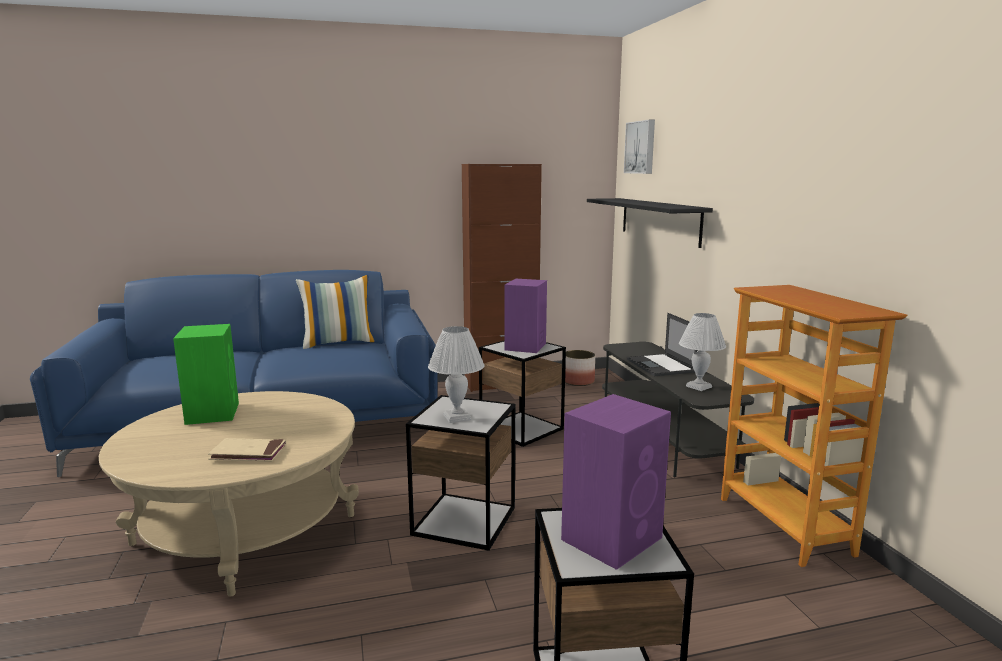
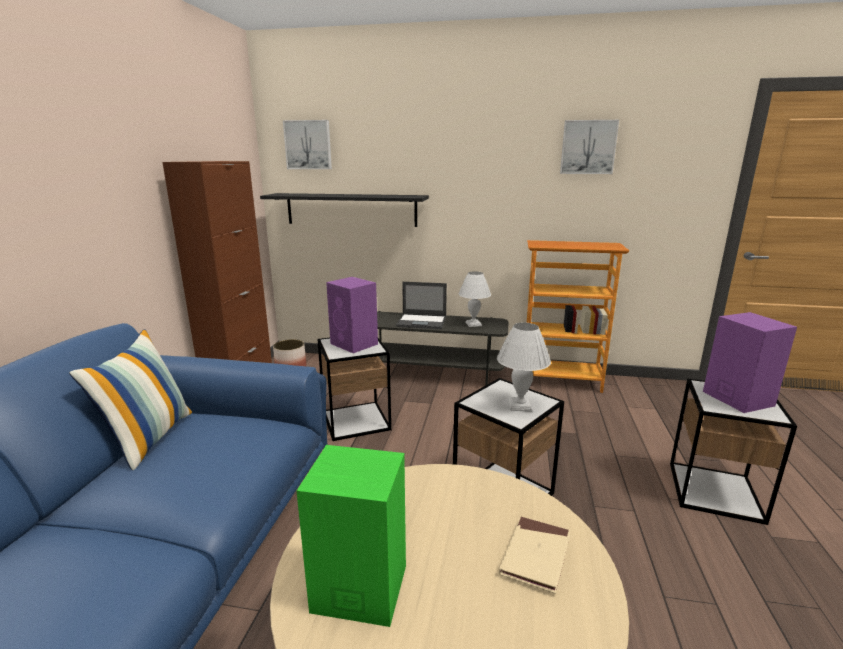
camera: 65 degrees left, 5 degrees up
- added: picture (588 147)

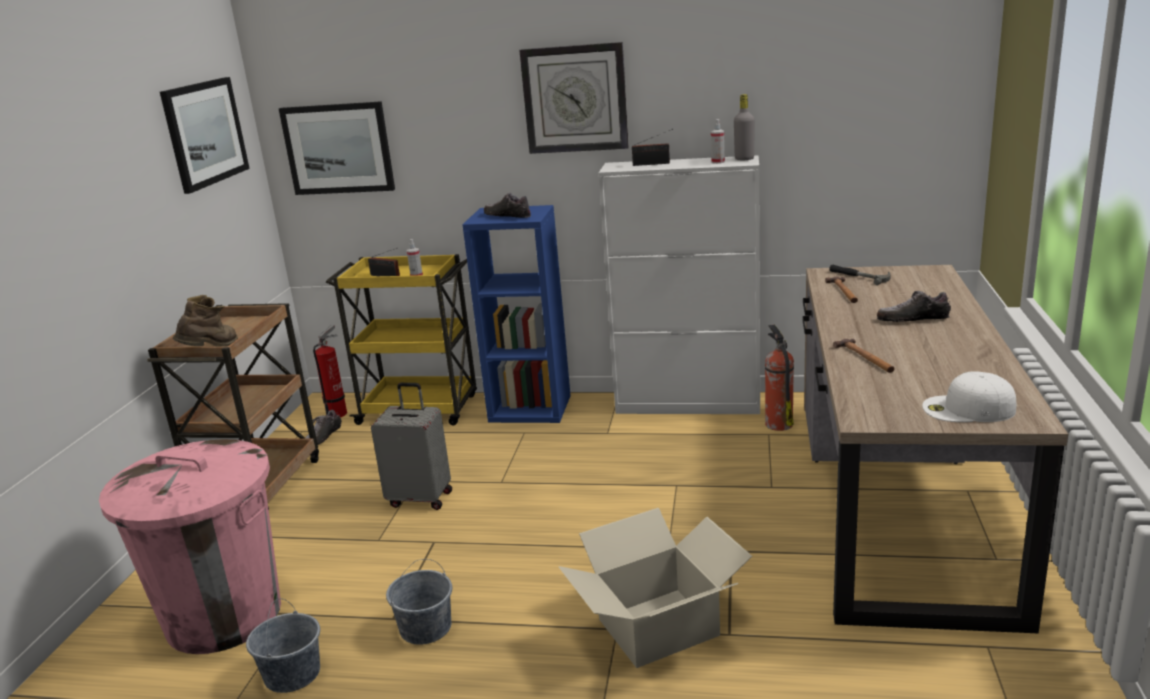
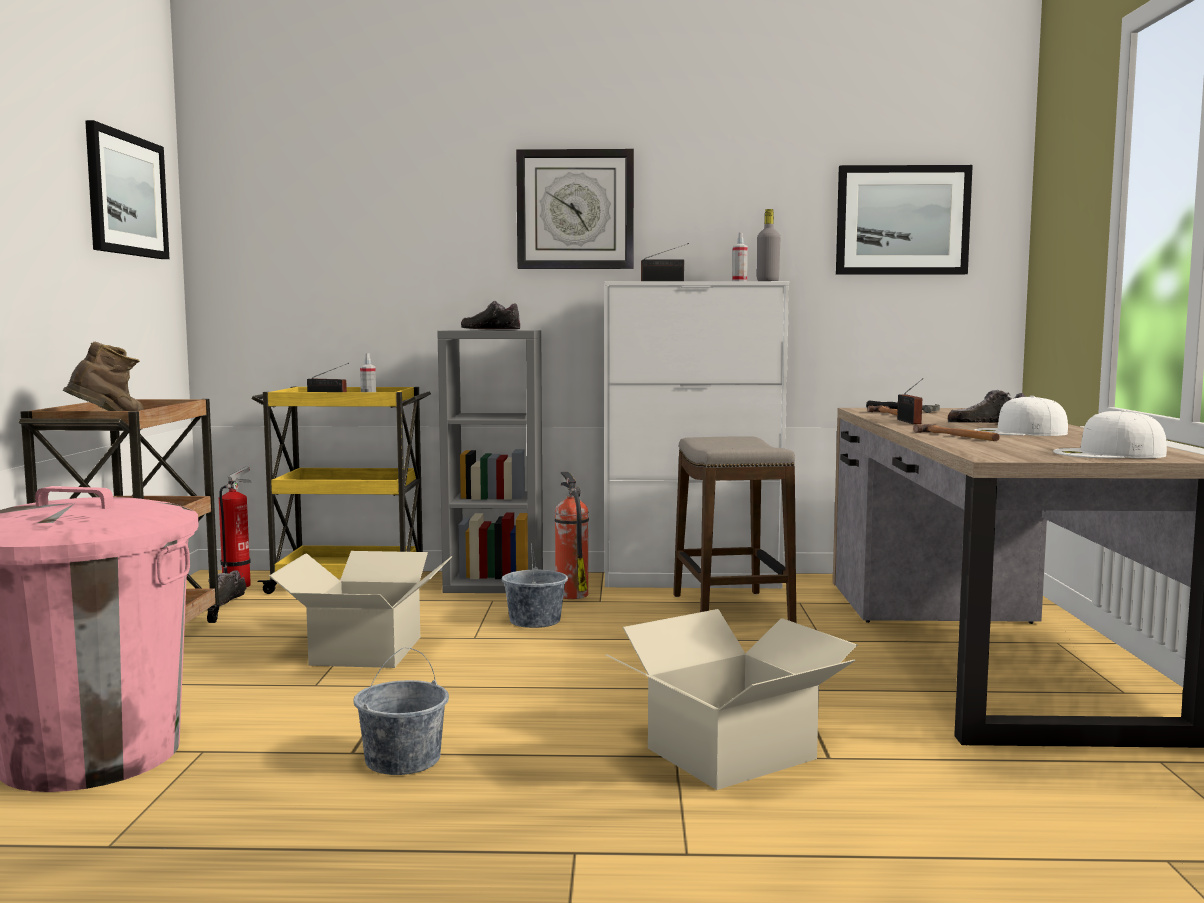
camera: 10 degrees left, 15 degrees down
- added: stool seat (730 611)
- added: radio set (909 422)
- added: whitish baseball cap (1019 432)
- moved: greyish bucket (292 674) to (535 621)
- moved: picture (338 148) to (902 220)
- moved: extinguisher (778 423) to (571 594)
- replaced: greyish suitcase (421 498) to carton (368 650)
- recoloured: blue-coloured bookcase (531 408) to greyish bookcase (495 583)

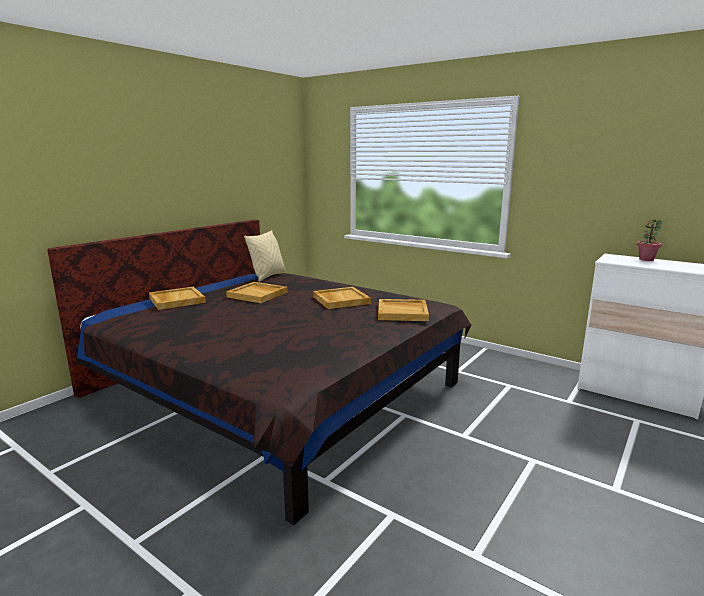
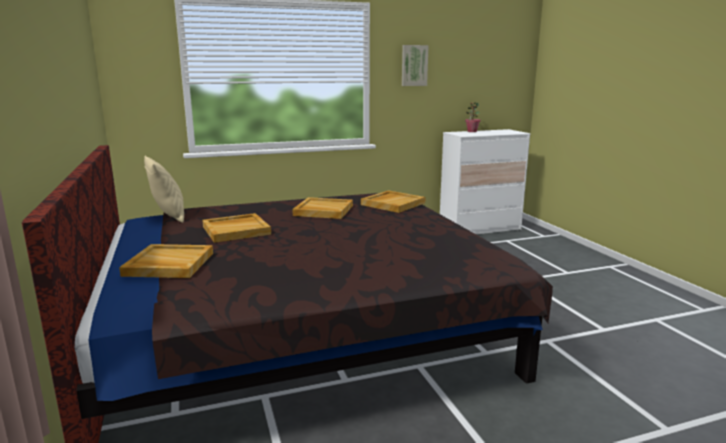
camera: 55 degrees left, 0 degrees up
- added: picture (414 65)

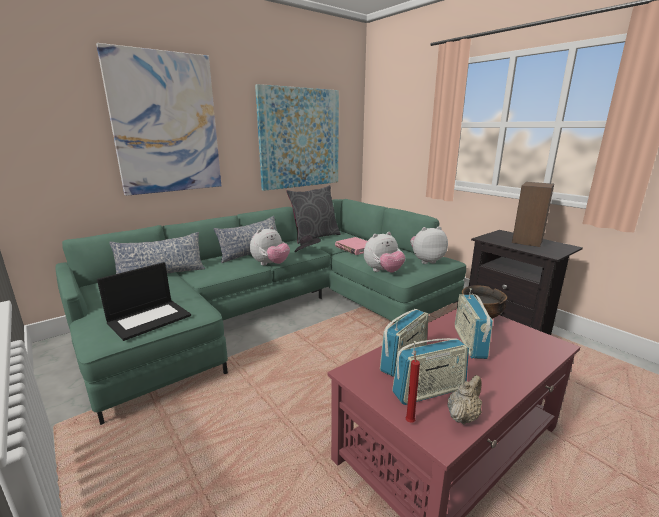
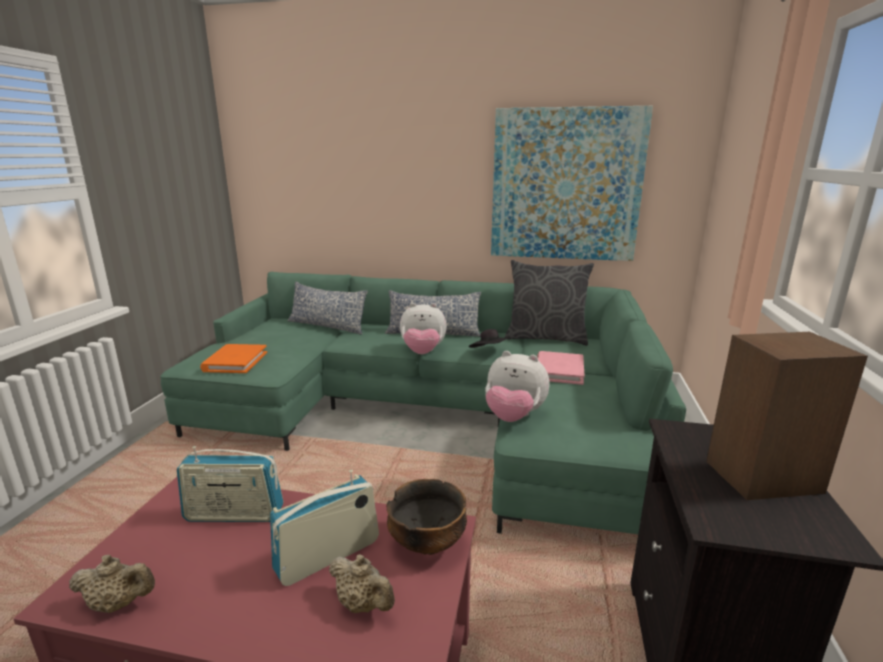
camera: 50 degrees right, 0 degrees up
- removed: picture (166 124)
- removed: radio set (429 391)
- removed: red-coloured wax candle (410 421)
- removed: soft toy (426 261)
- added: sand-coloured pot for tea (363 604)
- replaced: notebook computer (150 319) to orange book (235 361)

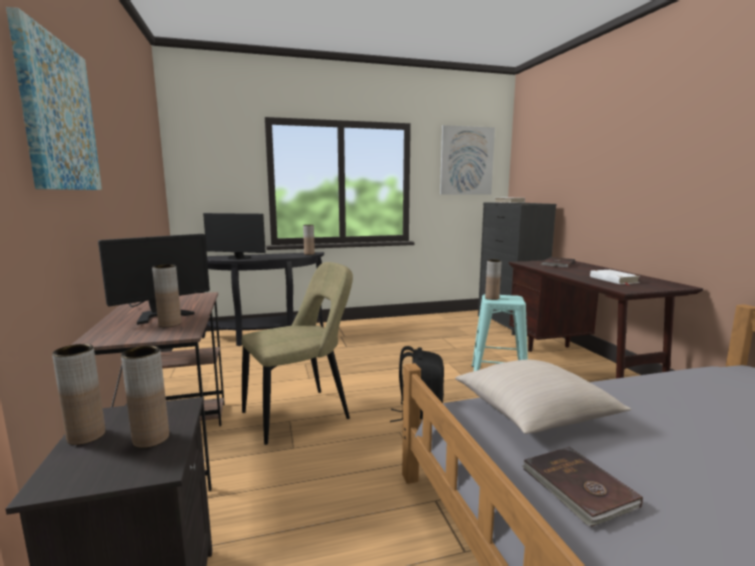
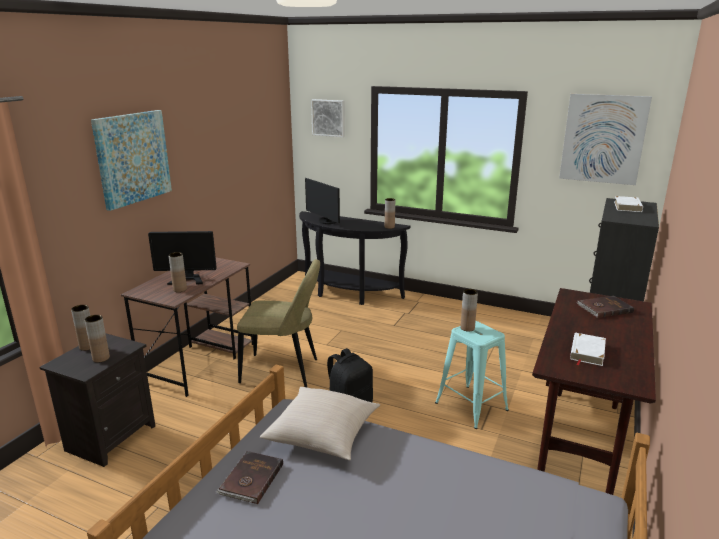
camera: 40 degrees right, 10 degrees up
- added: picture (328 118)

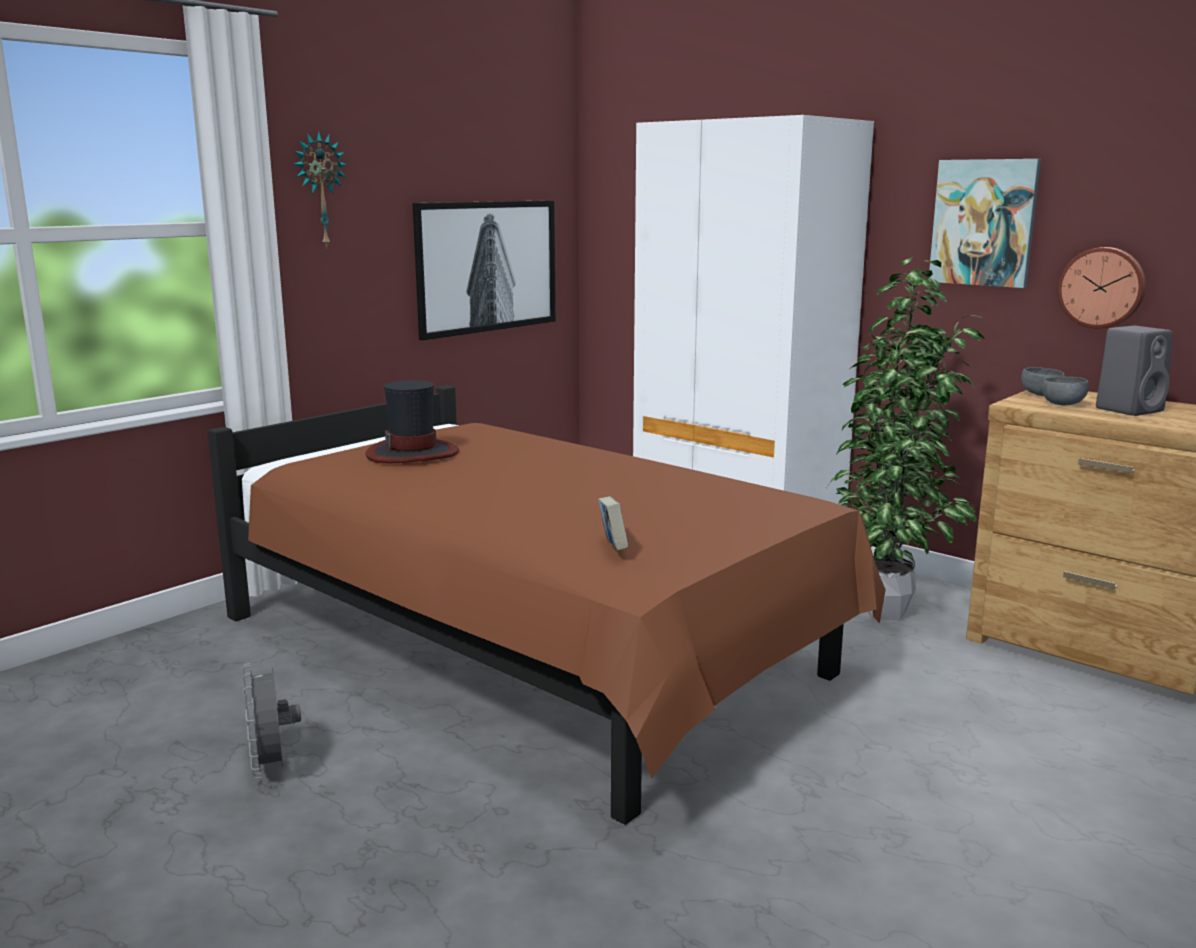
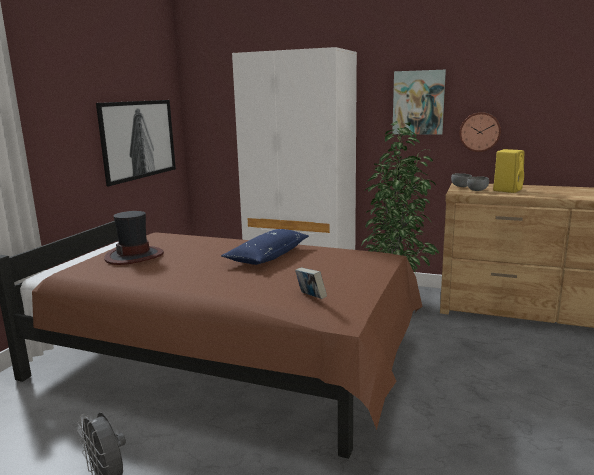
camera: 20 degrees left, 0 degrees up
- removed: clock on the wall (319 190)
- added: blue-coloured cushion (268 256)
- recoloured: greyish audio speaker (1130 409) to yellow-coloured audio speaker (507 190)

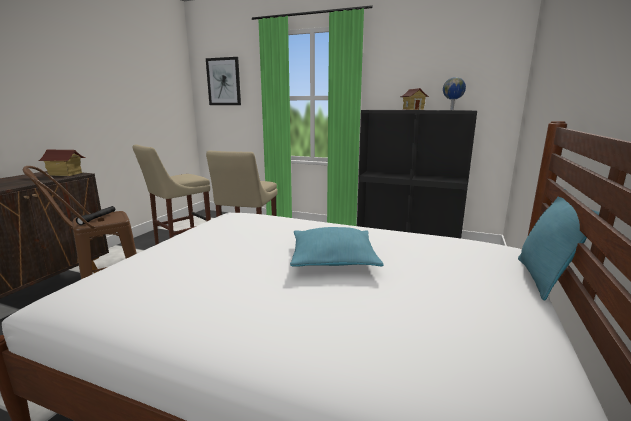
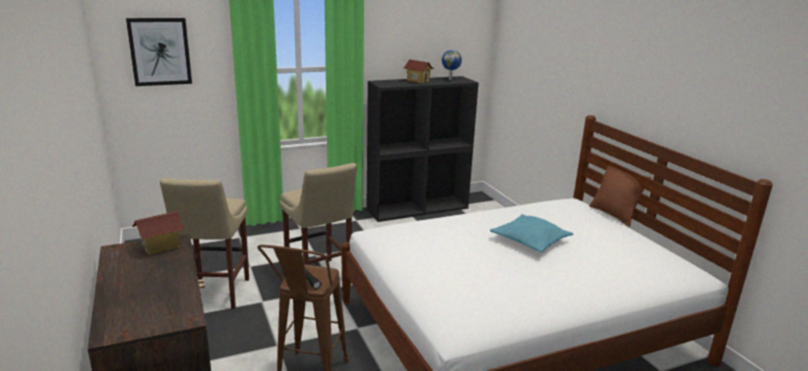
camera: 45 degrees left, 5 degrees up
- recoloured: turquoise-coloured cushion (543 279) to brown-coloured cushion (613 215)

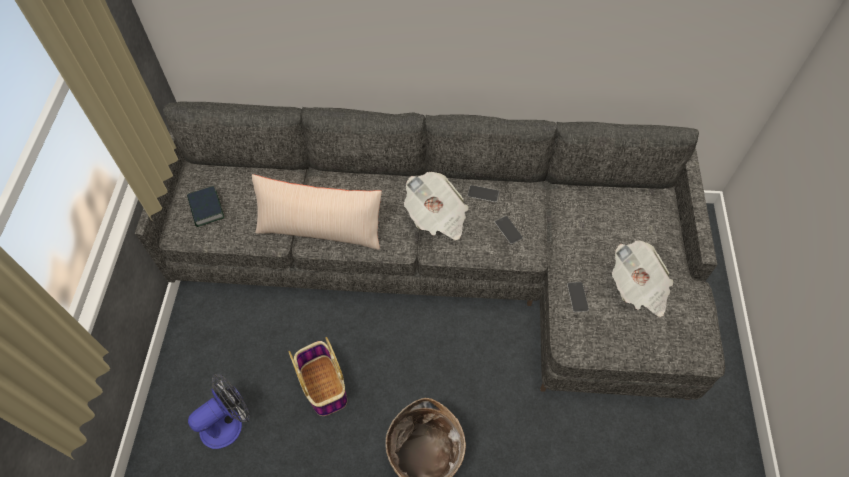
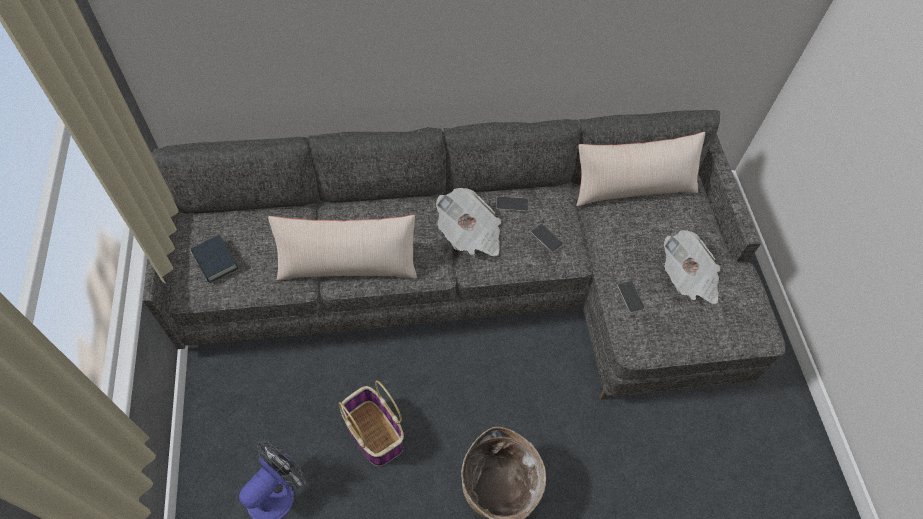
camera: 15 degrees left, 0 degrees up
- added: sand-coloured cushion (633 187)

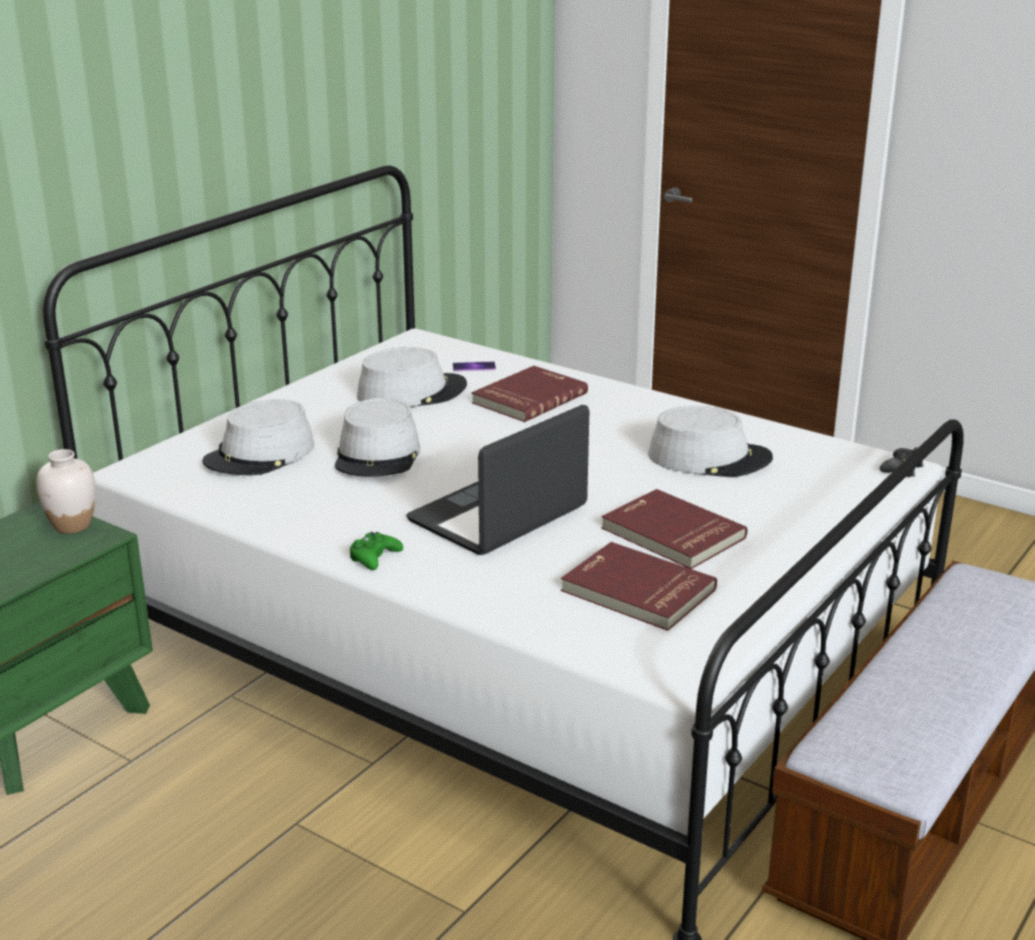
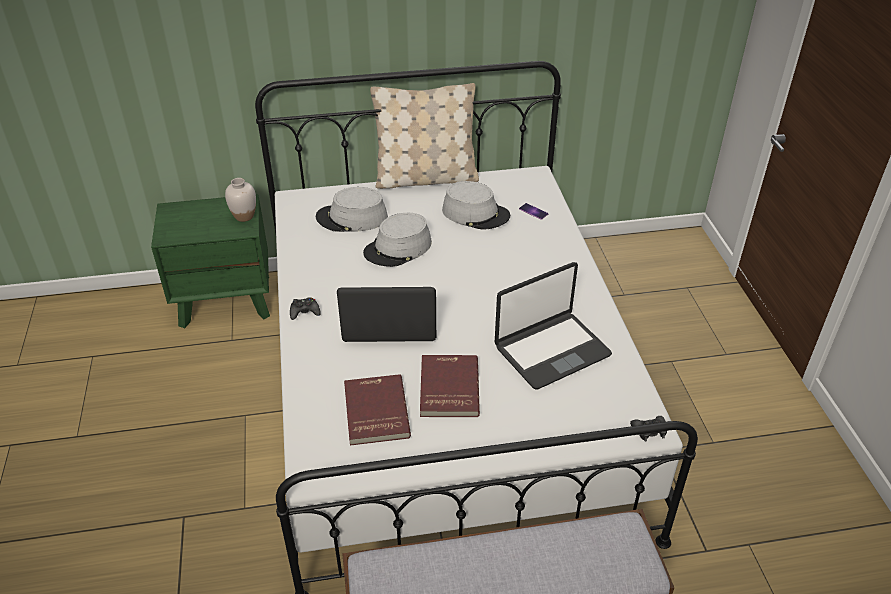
camera: 45 degrees right, 15 degrees up
- removed: red-coloured book (528 397)
- added: sand-coloured cushion (426 178)
- replaced: greyish hat (709 458) to notebook computer (551 350)
- recoloured: green game controller (374 557) to blackish game controller (304 312)

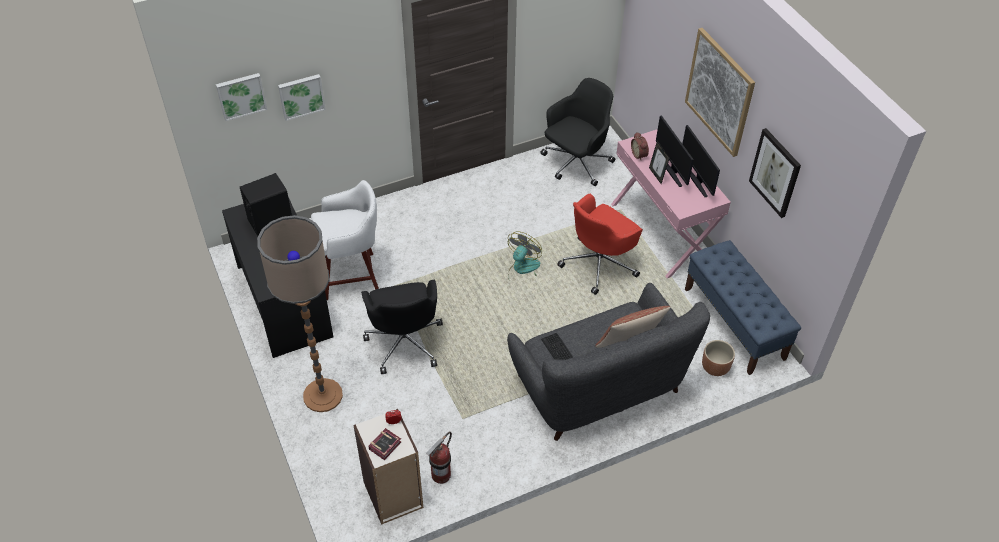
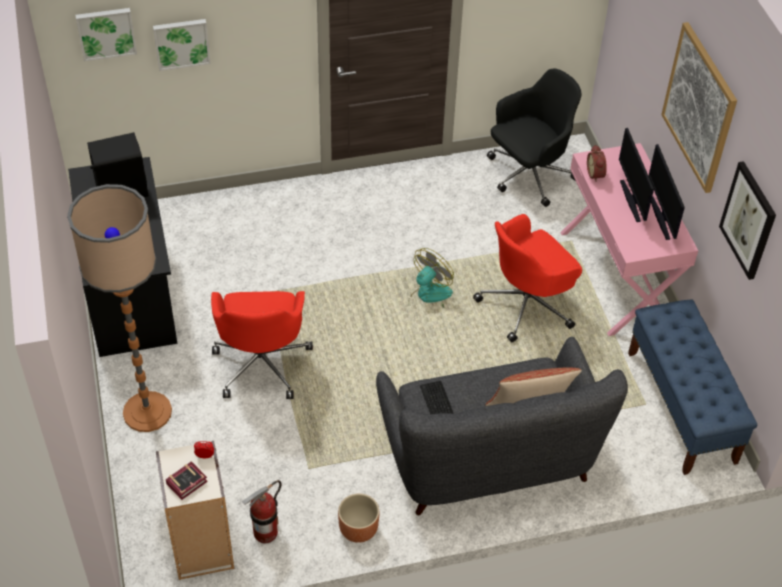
camera: 10 degrees right, 0 degrees up
- removed: whitish stool seat (352 276)
- removed: standing frame (656 175)
- moved: brown-coloured flower pot (715 368) to (358 530)
- recoloured: blackish office chair (405 342) to red-coloured office chair (262 363)

